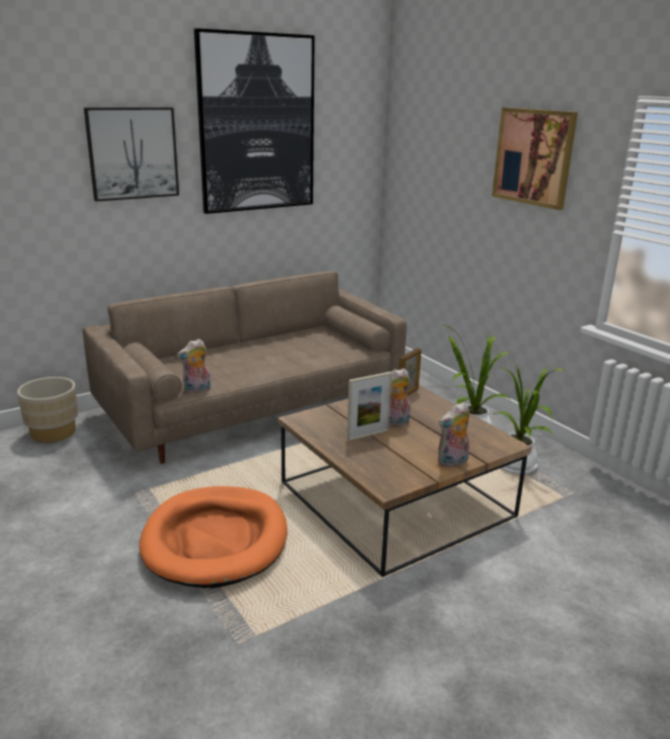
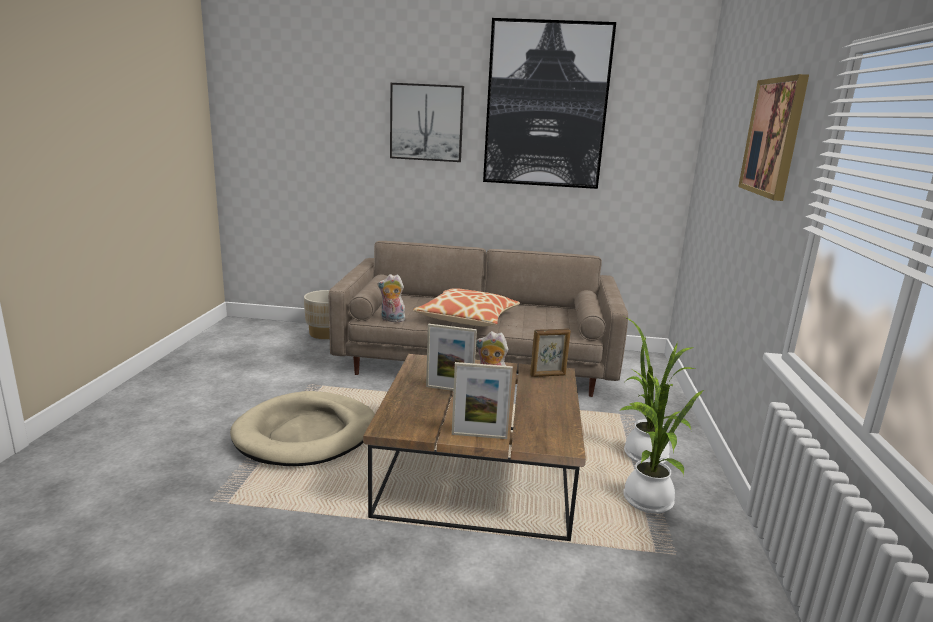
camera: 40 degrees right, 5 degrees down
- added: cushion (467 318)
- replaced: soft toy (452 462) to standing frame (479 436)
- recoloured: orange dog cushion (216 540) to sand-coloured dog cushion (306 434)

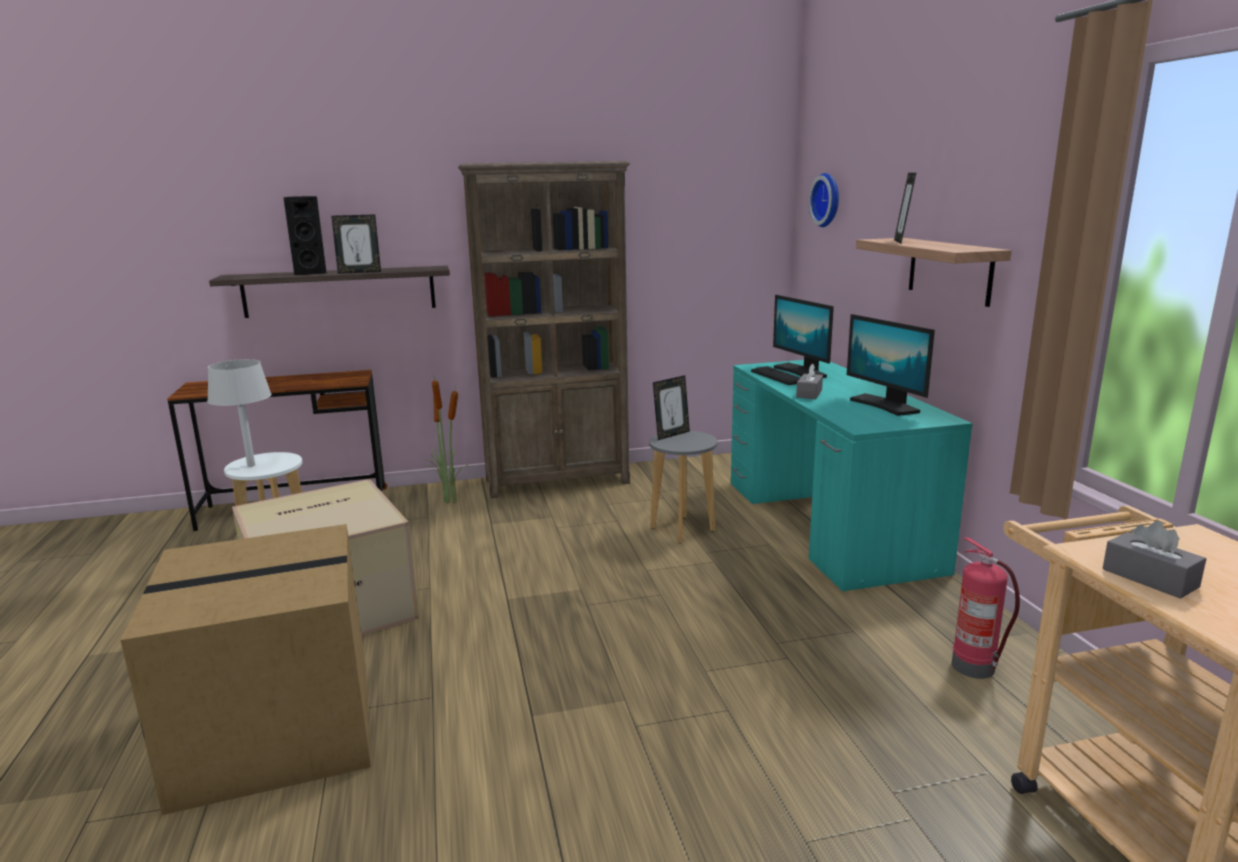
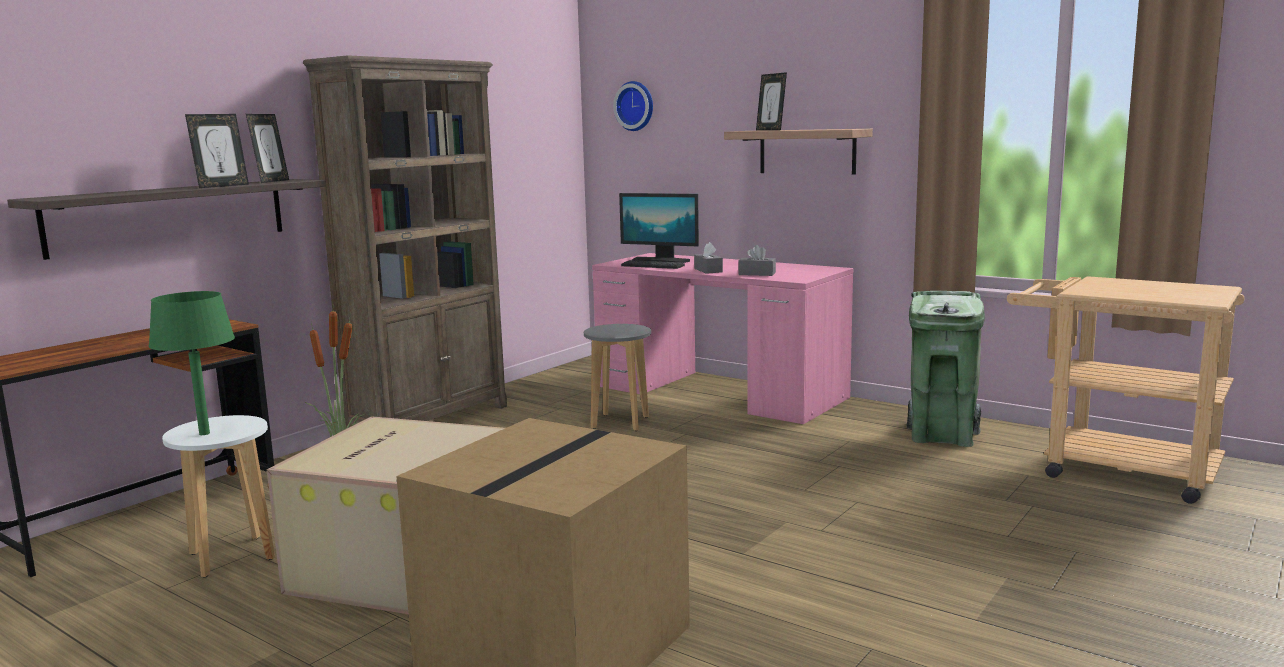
camera: 40 degrees left, 5 degrees down
- removed: blackish audio speaker (310 273)
- removed: computer screen (885 405)
- moved: standing frame (671 435) to (271 181)
- moved: greyish box of tissues (1149 578) to (757 274)
- replaced: extinguisher (975 667) to green rubbish bin (942 436)
- recoloured: greyish lamp for a table (251 465) to green lamp for a table (204 433)
- recoloured: turquoise-coloured desk table (826 523) to pink-coloured desk table (719 392)

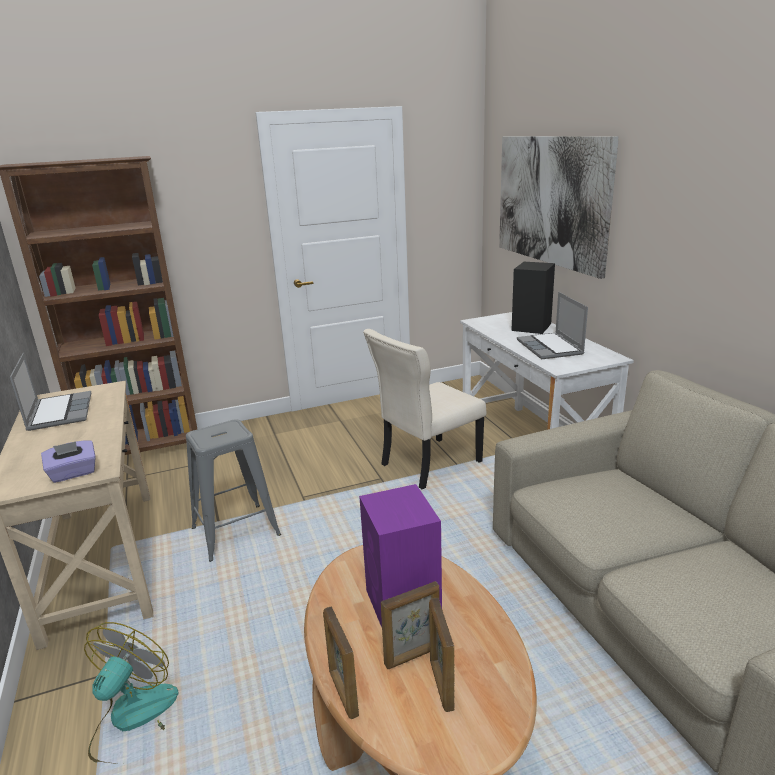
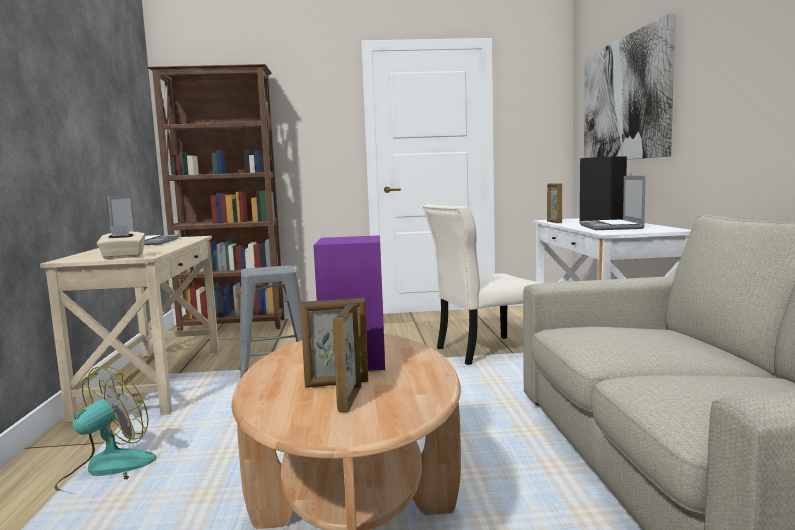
camera: 15 degrees right, 15 degrees down
- moved: standing frame (343 693) to (554 222)
- recoloured: purple box of tissues (73 473) to sand-coloured box of tissues (123 257)

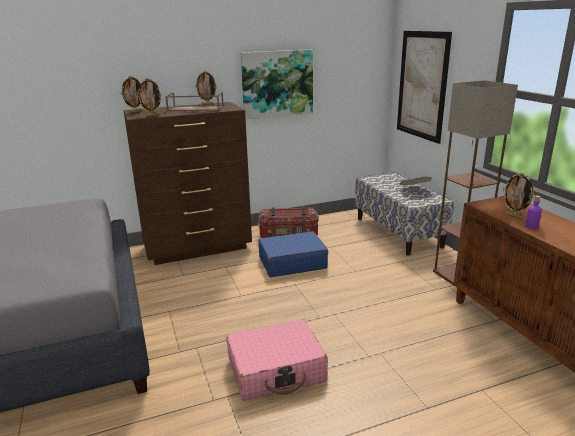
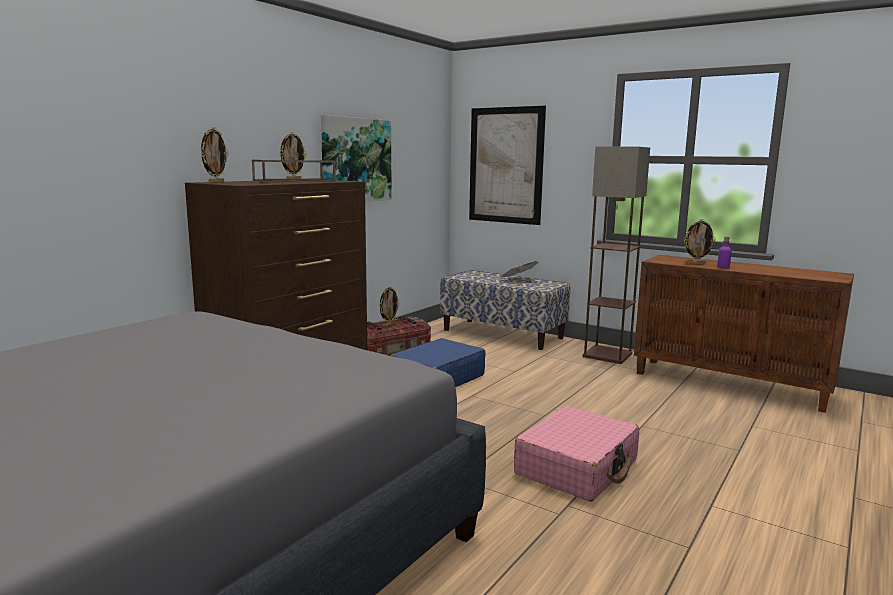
camera: 35 degrees left, 10 degrees down
- moved: standing frame (152 115) to (389 325)

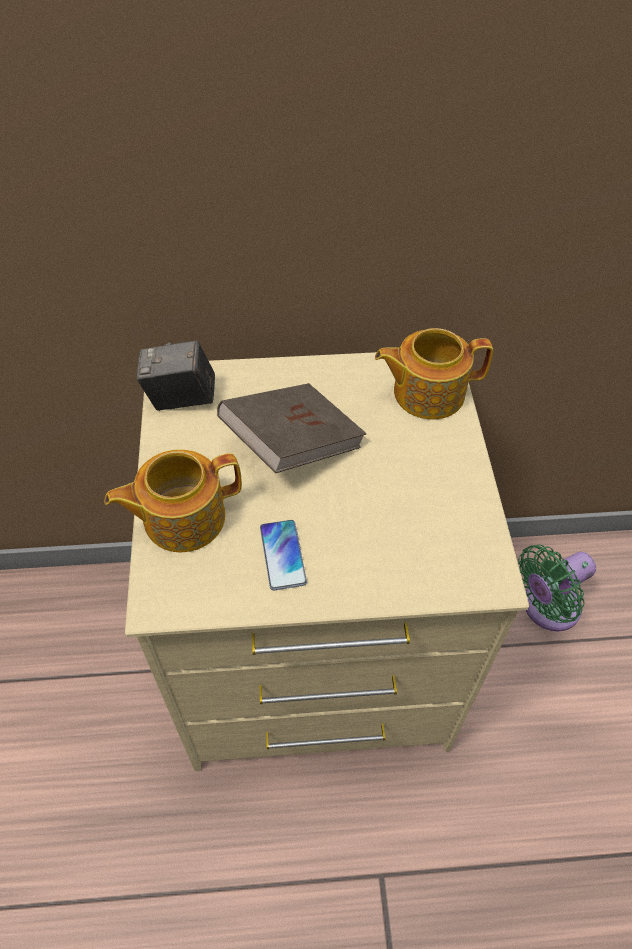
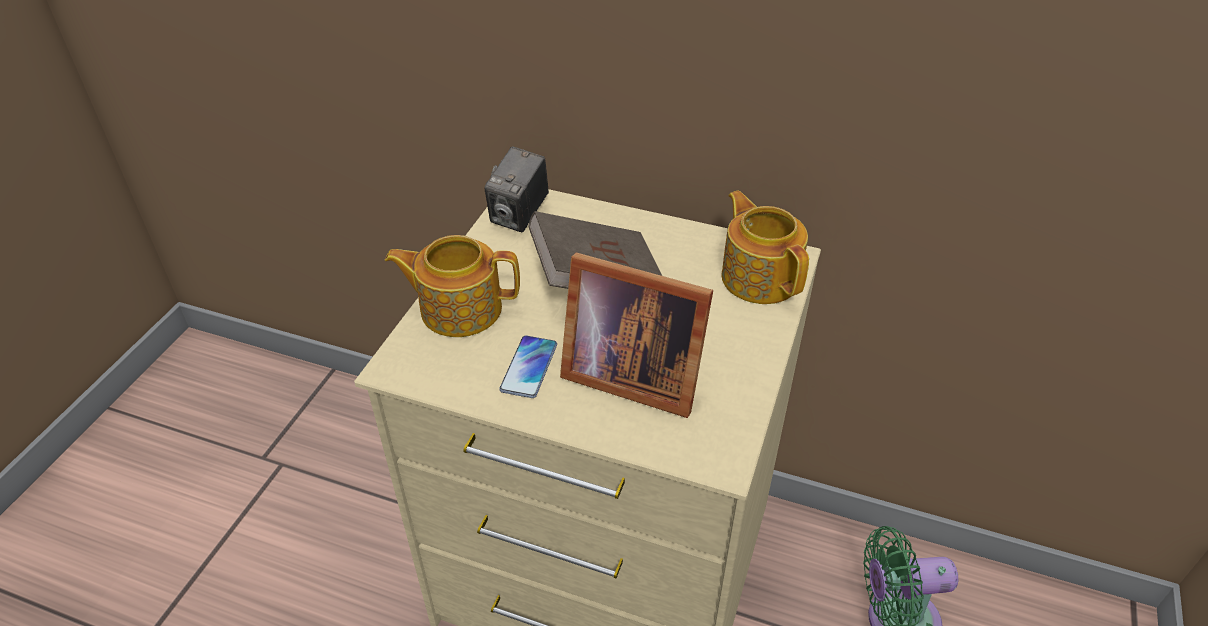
camera: 25 degrees right, 10 degrees down
- added: standing frame (629 373)
- turned: still camera (181 399) = (519 216) 90 degrees counterclockwise
- turned: pot for tea (427 392) = (760 276) 45 degrees clockwise

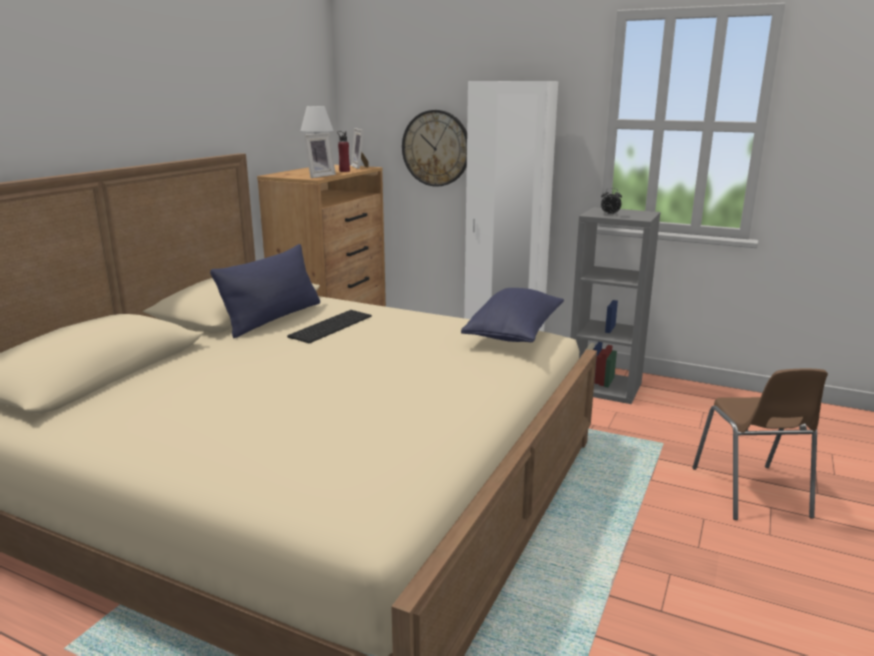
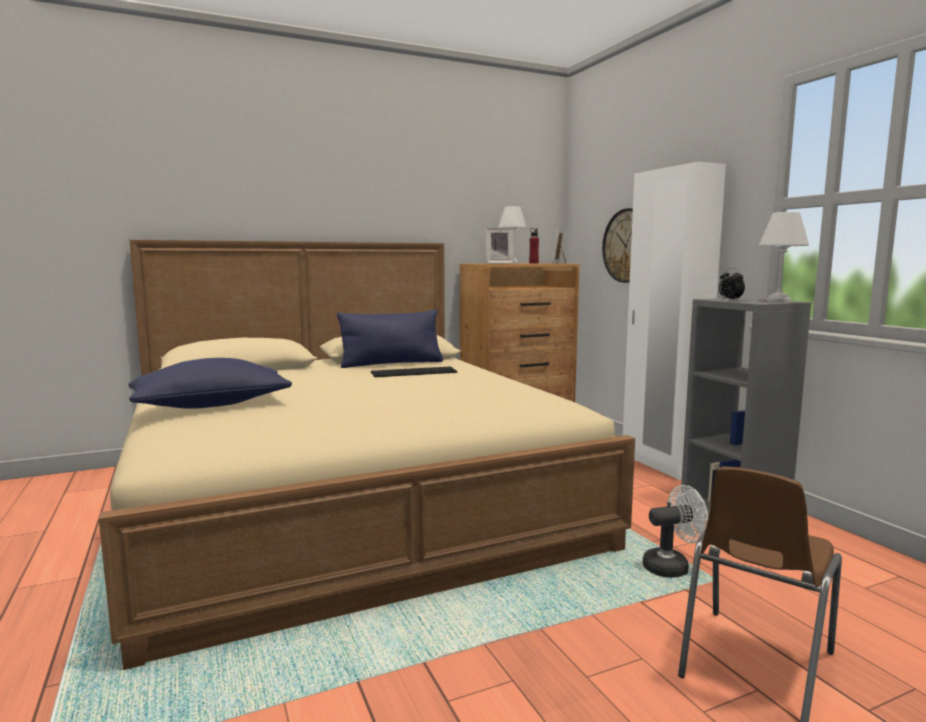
camera: 40 degrees right, 10 degrees down
- added: whitish cooling fan (672 566)
- added: whitish lamp for a table (779 301)
- moved: blue-coloured cushion (514 333) to (212 406)

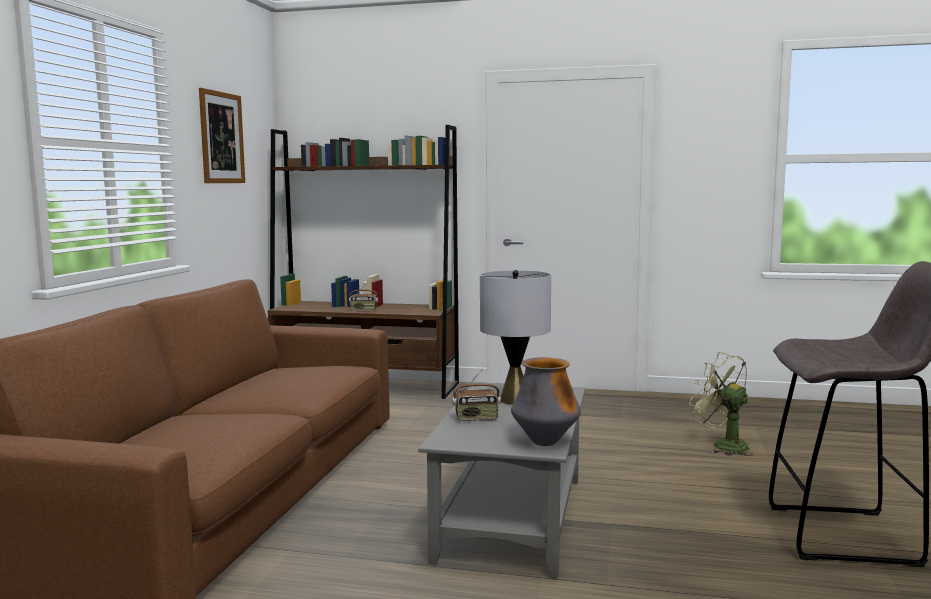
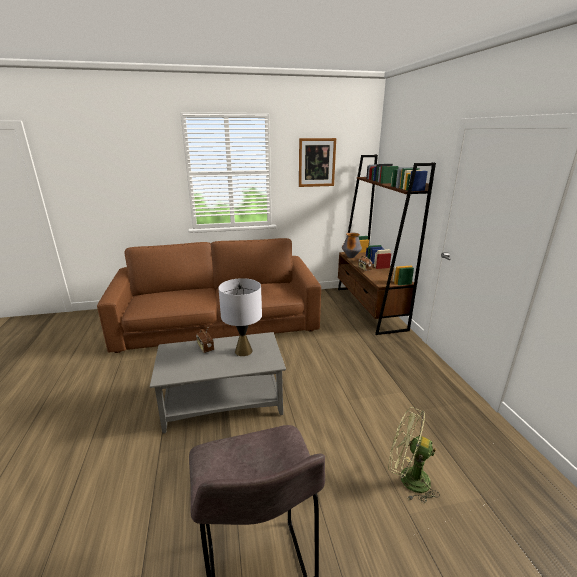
camera: 65 degrees right, 15 degrees up
- moved: decorative vase (545 442) to (351 257)
- turned: green cooling fan (722 445) = (407 478) 90 degrees counterclockwise

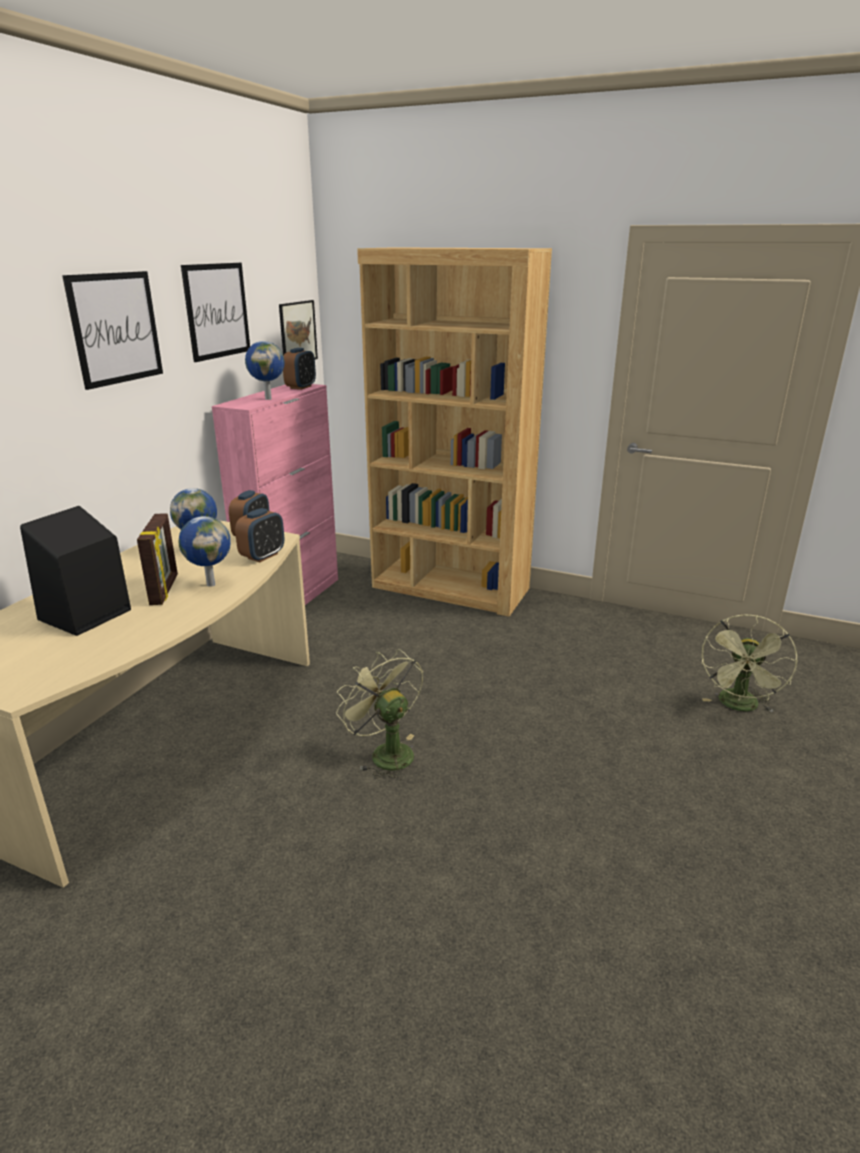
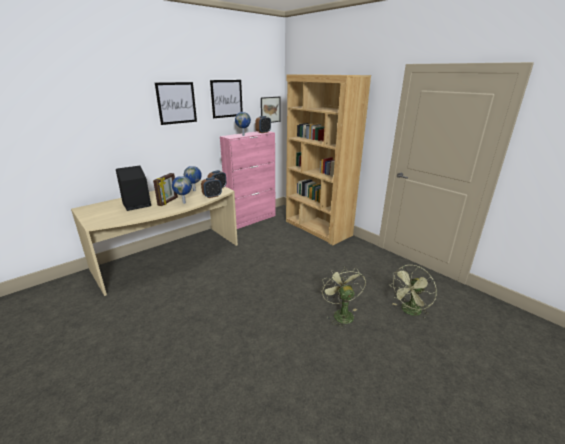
camera: 25 degrees right, 0 degrees up
- moved: green cooling fan (385 752) to (340 313)

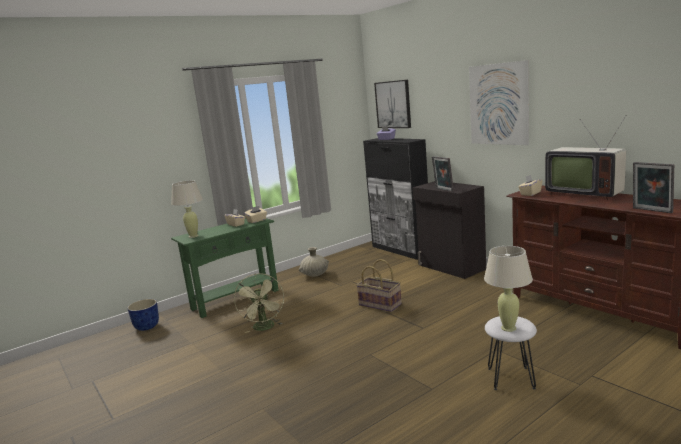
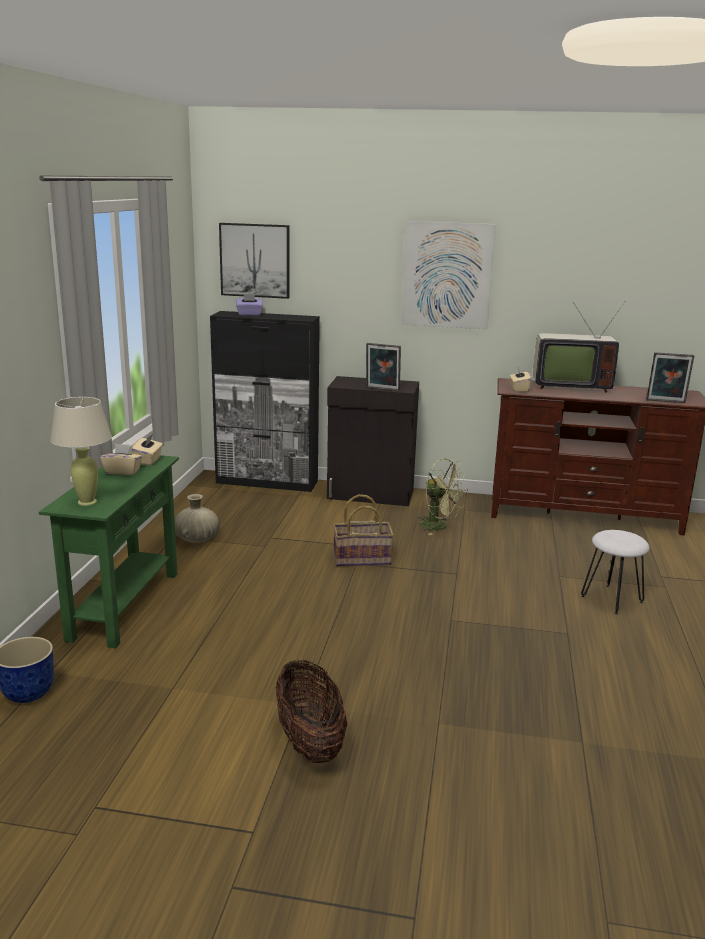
camera: 45 degrees left, 5 degrees up
- removed: sand-coloured lamp for a table (508 328)
- added: household basket (309 742)
- moved: green cooling fan (265 328) to (439 527)

